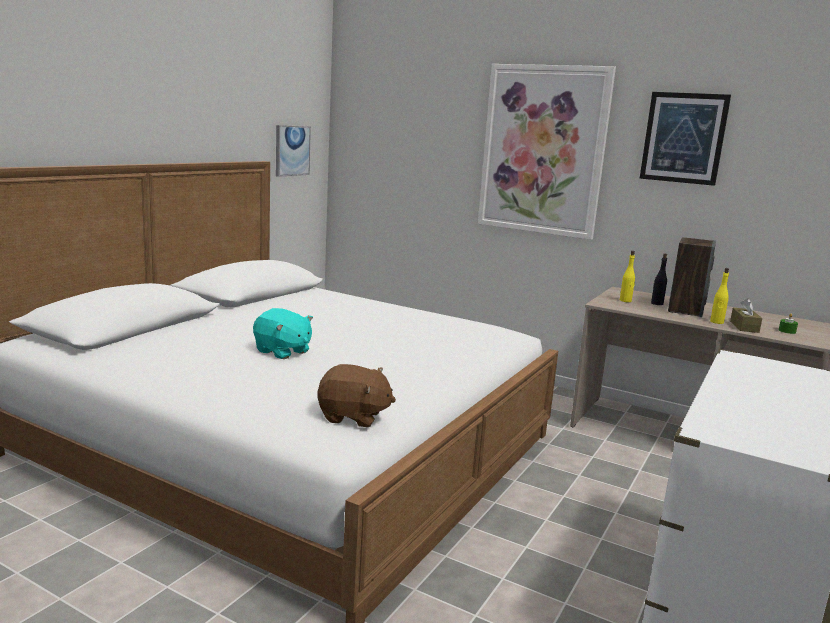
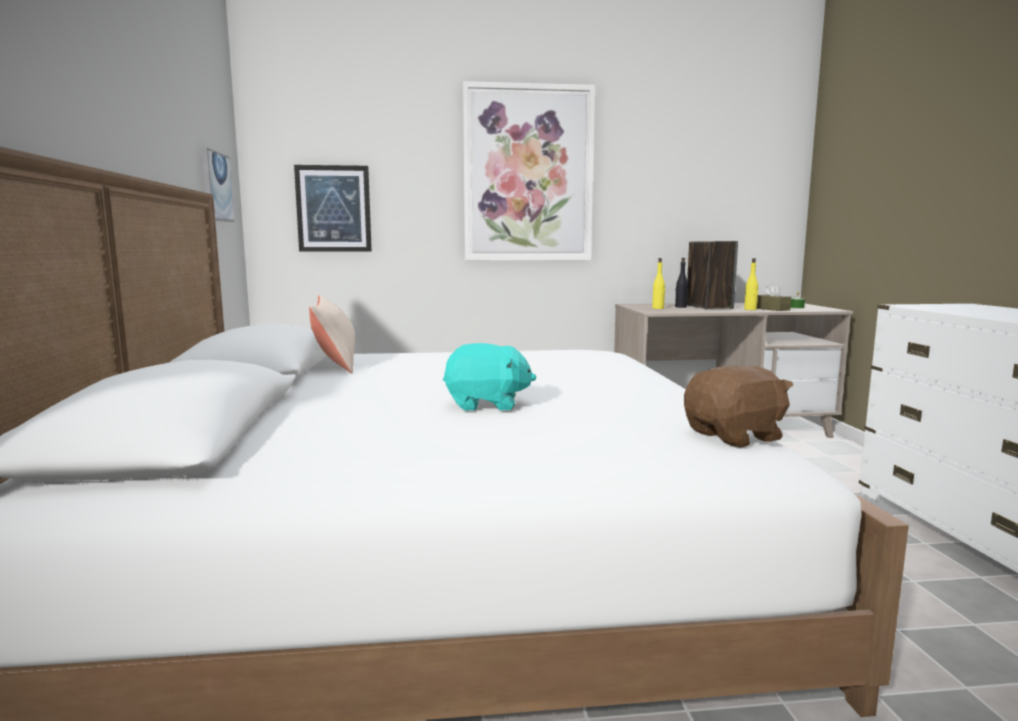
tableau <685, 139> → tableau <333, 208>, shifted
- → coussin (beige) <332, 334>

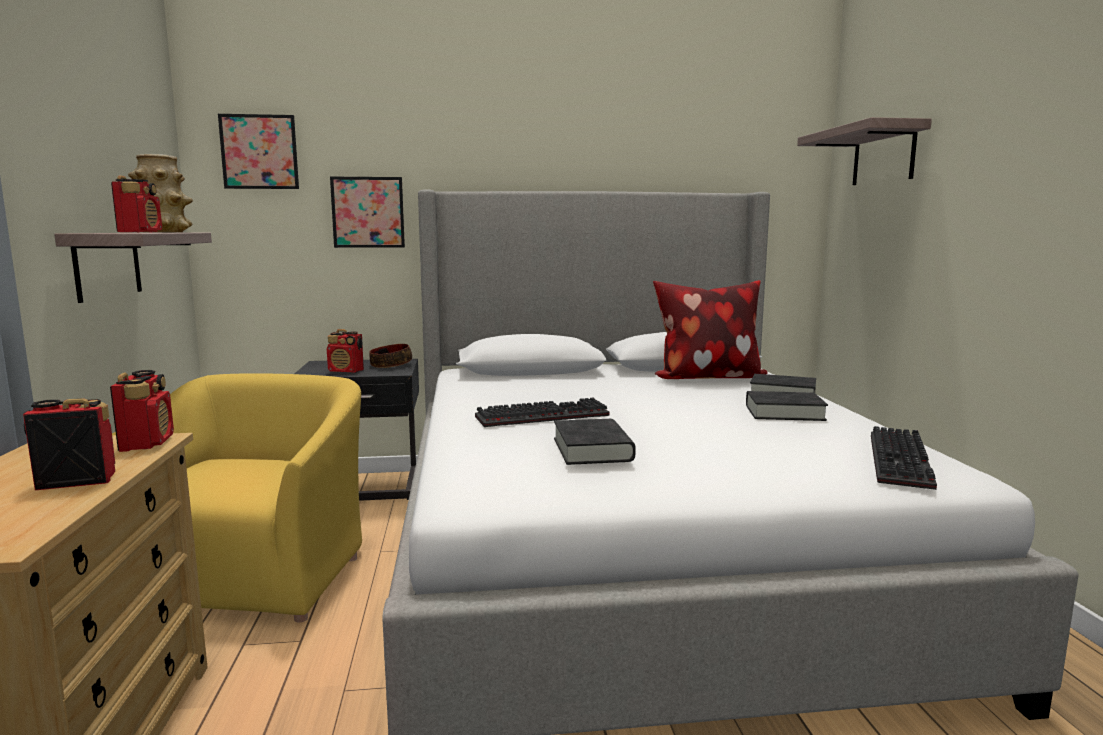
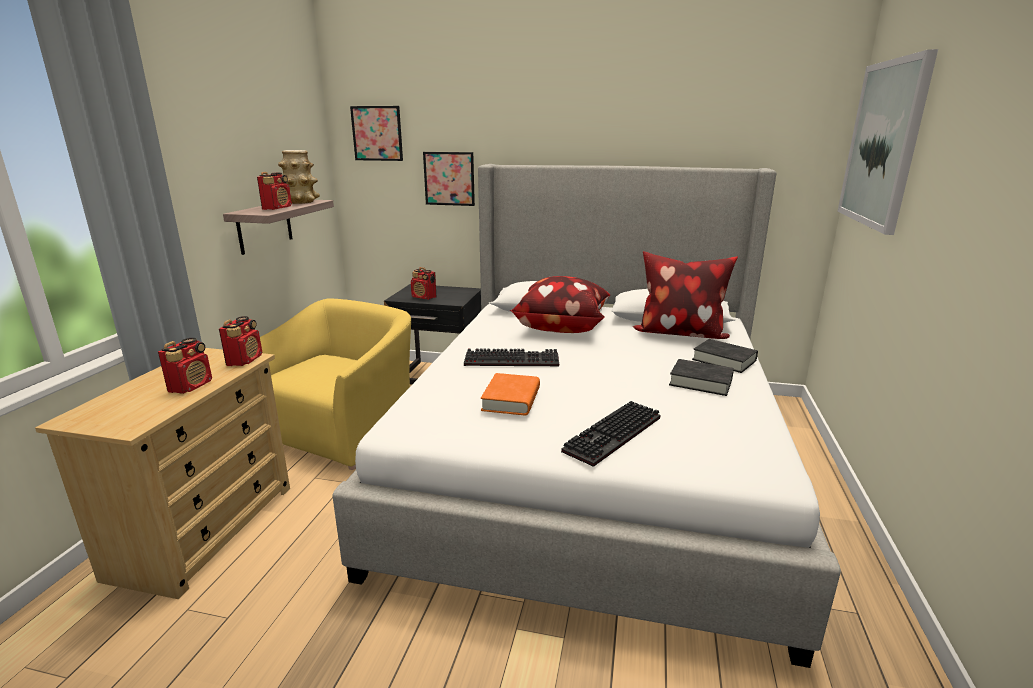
radio <69, 444> → radio <185, 366>, 105 degrees clockwise
livre (noir) <595, 442> → livre (orange) <510, 394>
- → coussin <560, 304>
clavier <904, 458> → clavier <610, 434>, shifted
étagère <864, 151> → tableau <887, 142>
bol <391, 356> → -

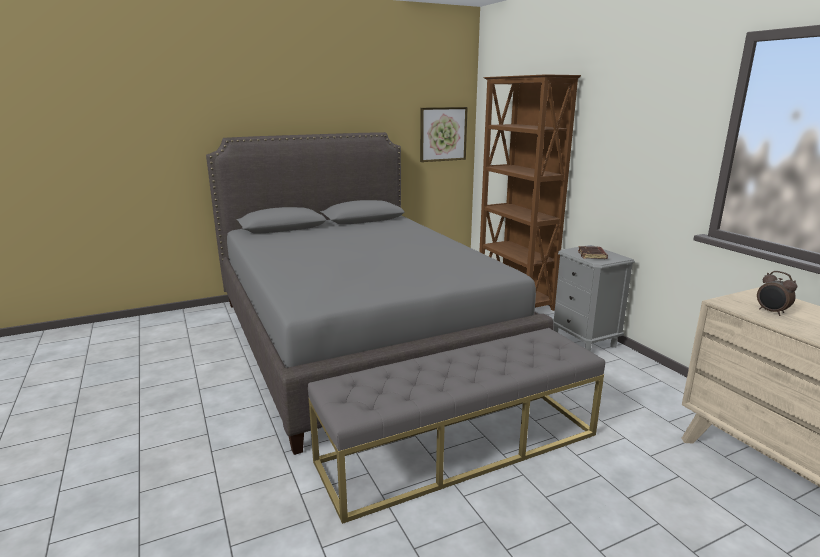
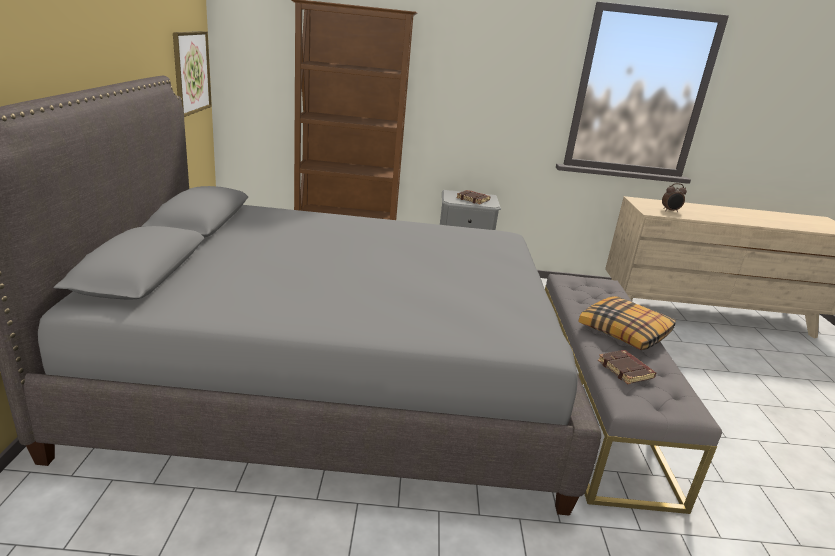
- → coussin <627, 323>
- → livre (marron) <627, 367>

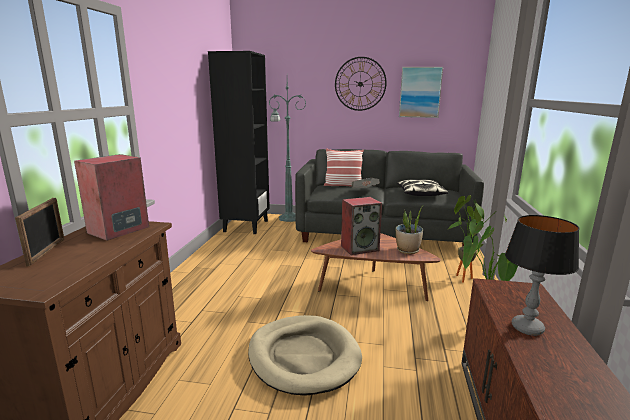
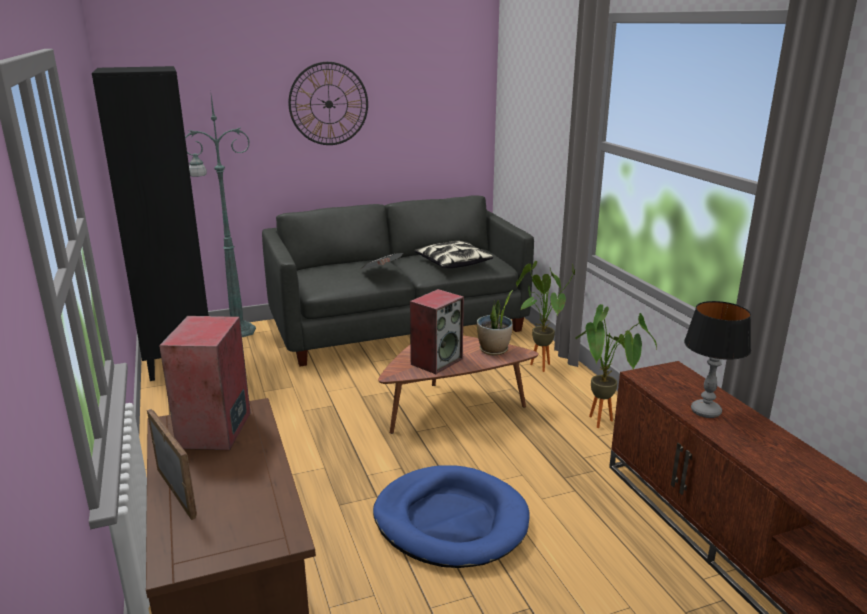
panier pour chien (beige) <305, 355> → panier pour chien (bleu) <451, 517>
coussin <344, 167> → -
tableau <421, 92> → -

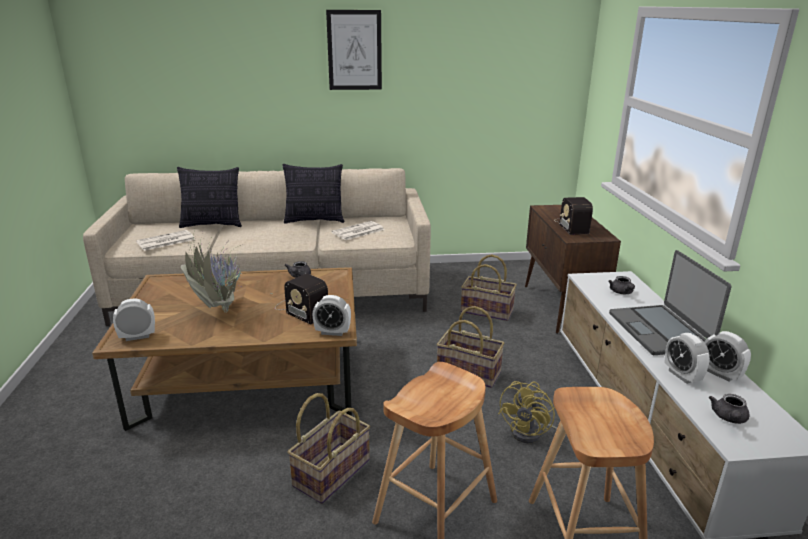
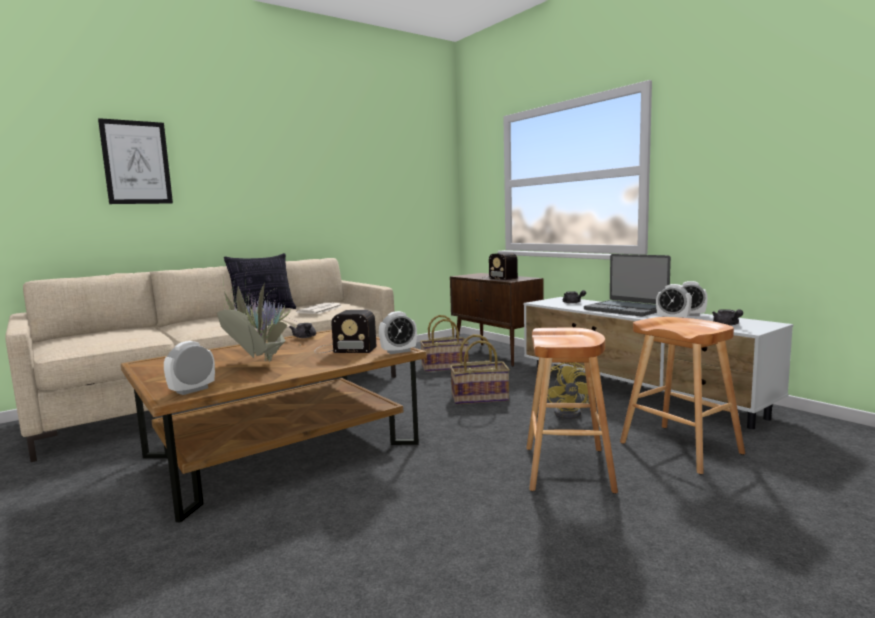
tableau <354, 50> → tableau <135, 161>, shifted
journal <165, 240> → -
coussin <209, 197> → -
panier <329, 448> → -

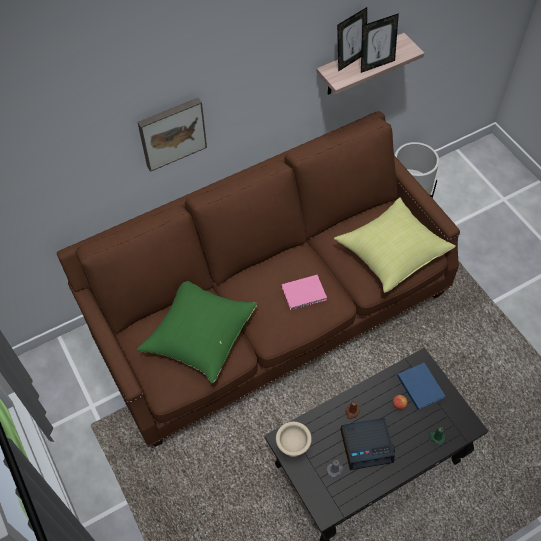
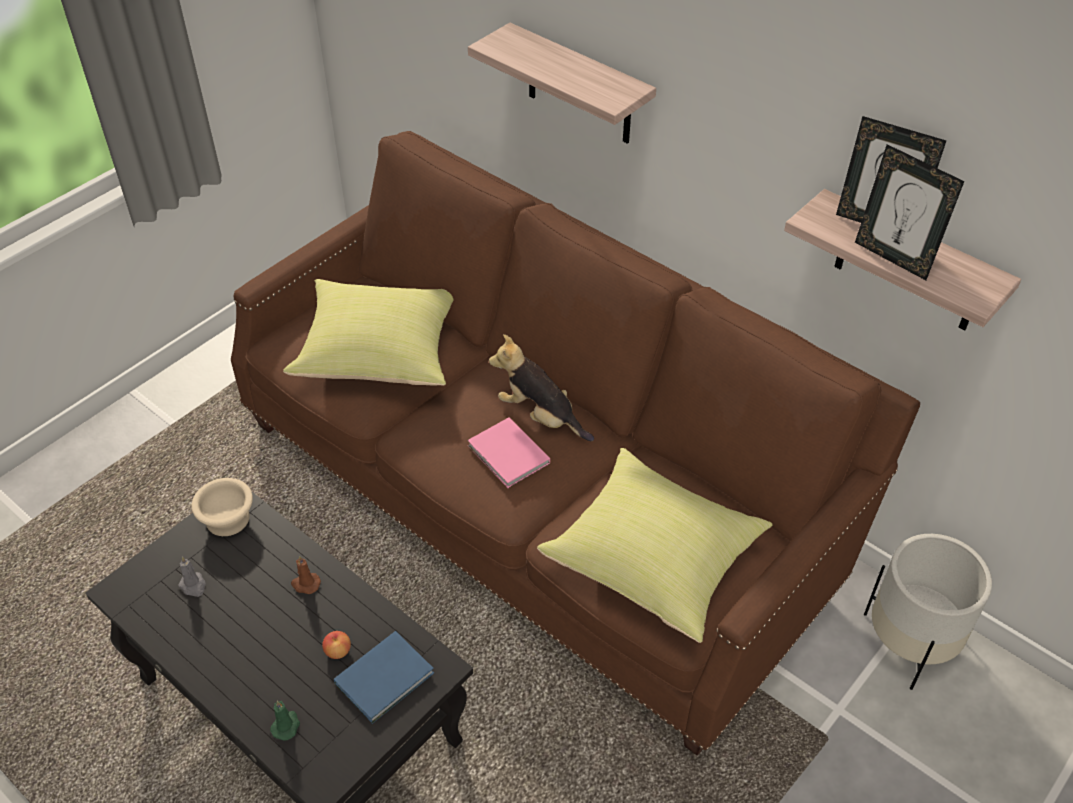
coussin (vert) <197, 332> → coussin (jaune) <368, 332>
tableau <172, 135> → étagère <562, 83>
- → peluche <541, 387>
réveil <367, 444> → -

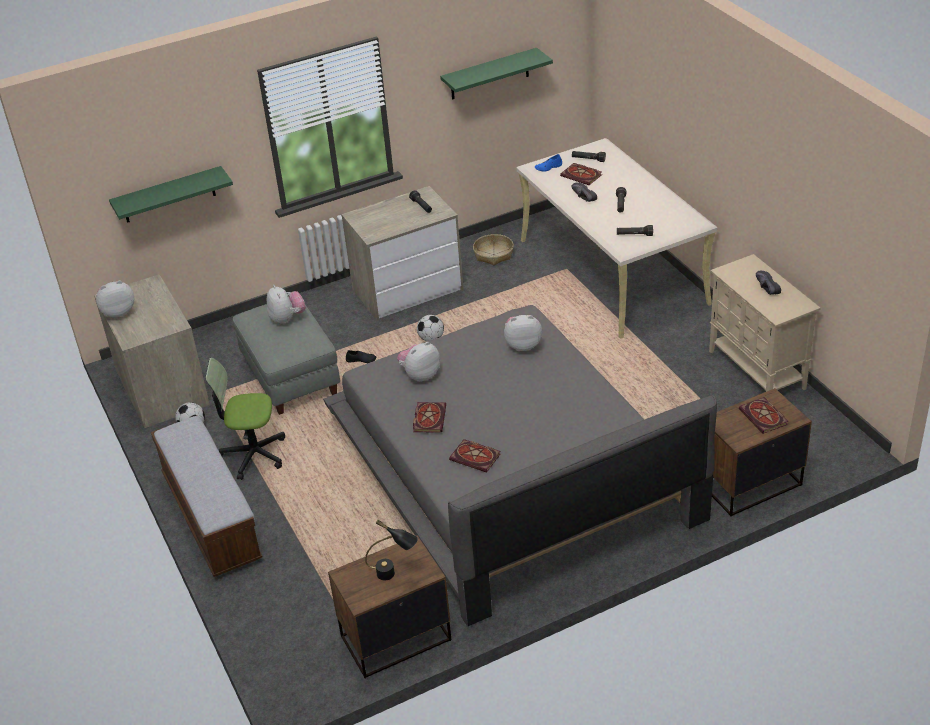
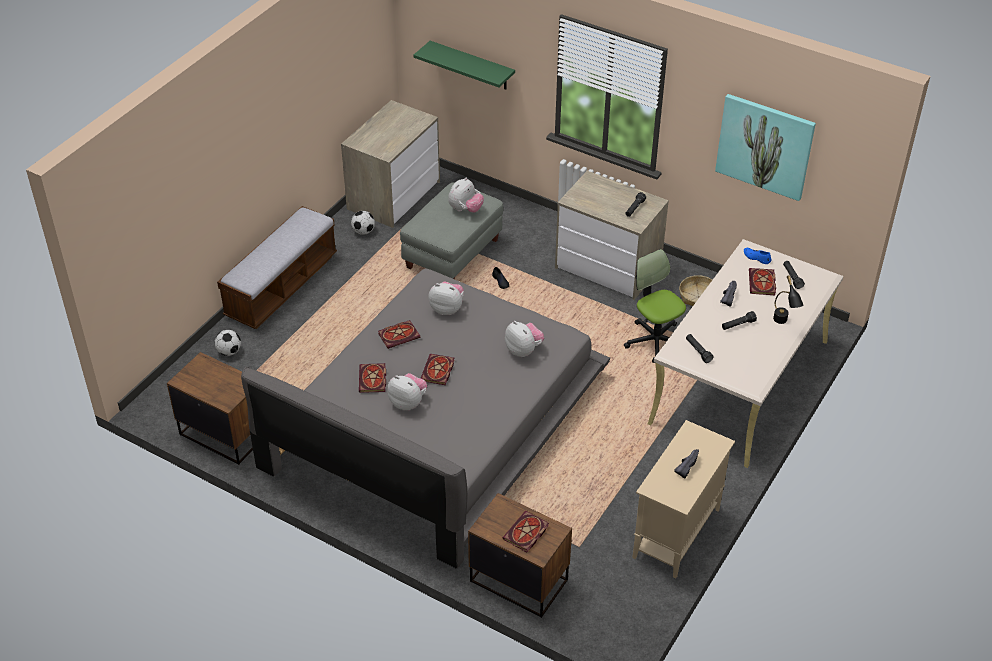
ballon de foot <430, 328> → ballon de foot <227, 343>, shifted
peluche <115, 299> → peluche <407, 391>, shifted
- → livre <437, 369>
chaise de bureau <245, 419> → chaise de bureau <655, 306>, shifted
étagère (vert) <496, 74> → tableau <765, 147>
lampe de table (noir) <391, 550> → lampe de table (noir) <788, 299>, shifted

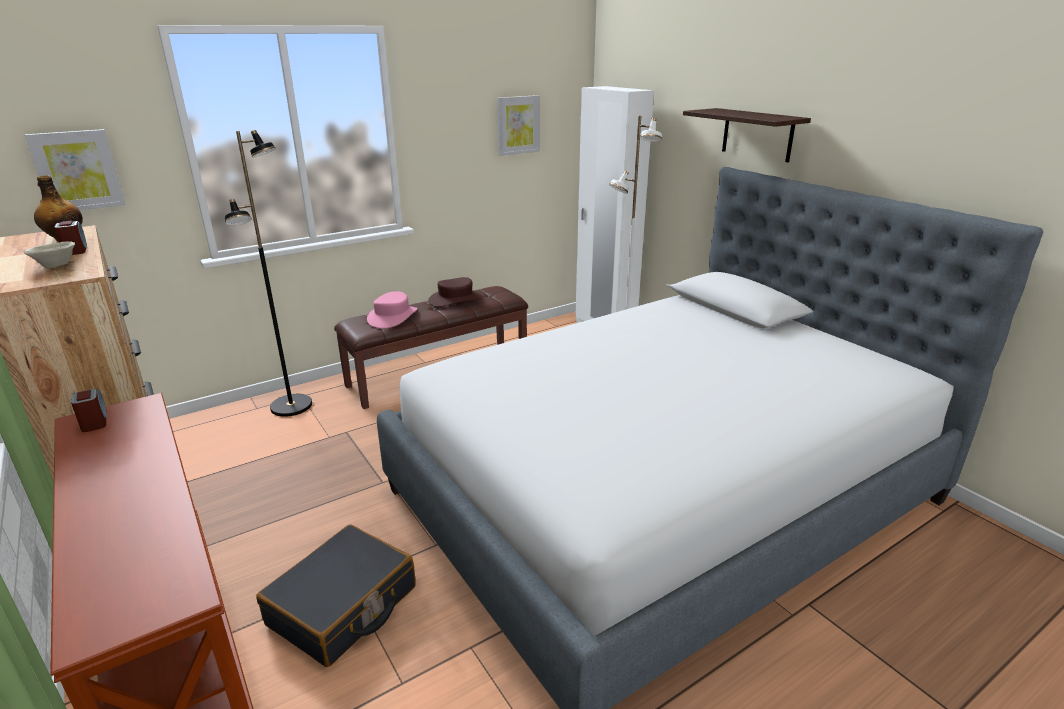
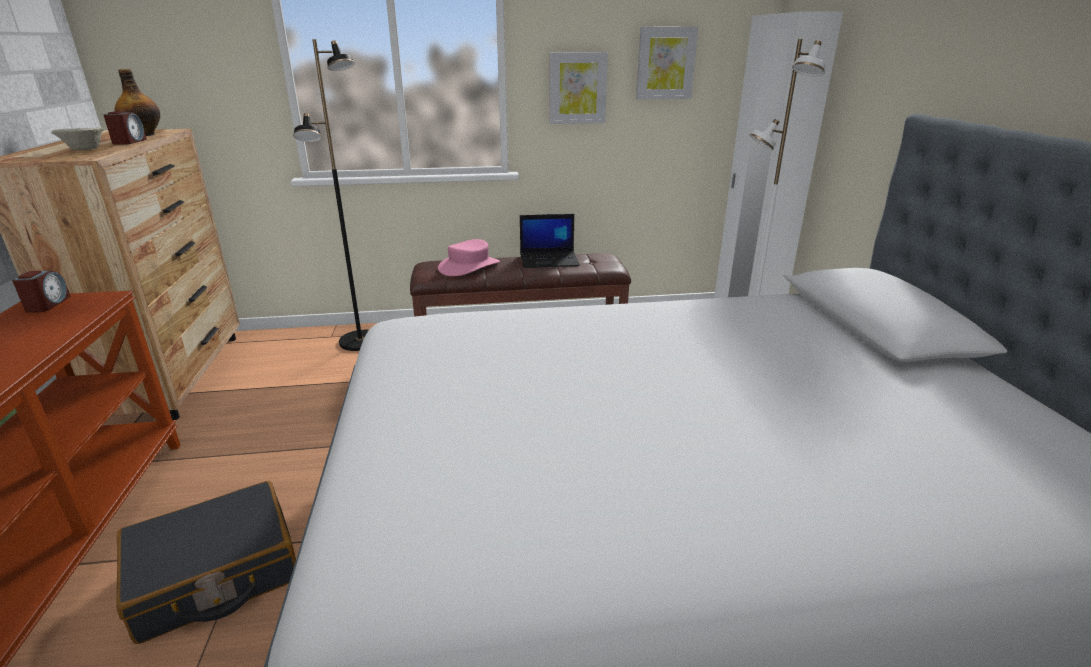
chapeau (marron) <455, 292> → ordinateur portable <550, 241>
tableau <75, 169> → tableau <578, 88>, shifted
étagère <747, 135> → -

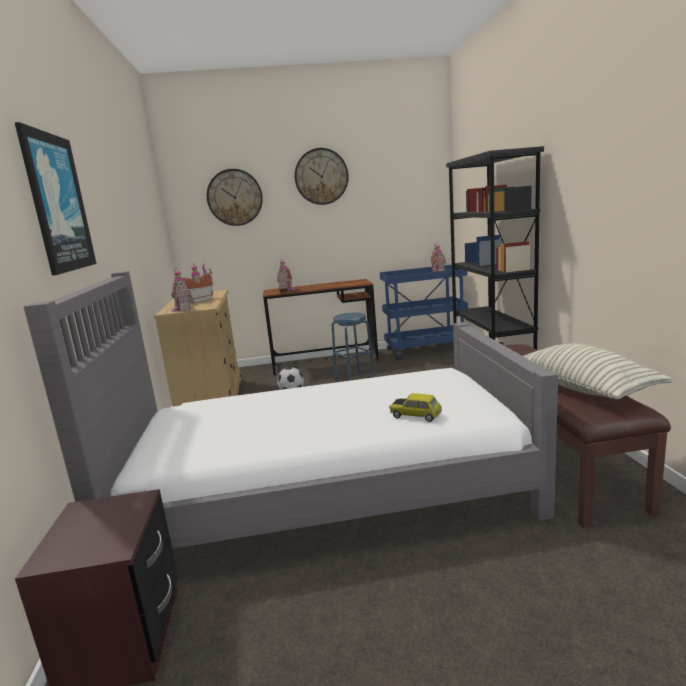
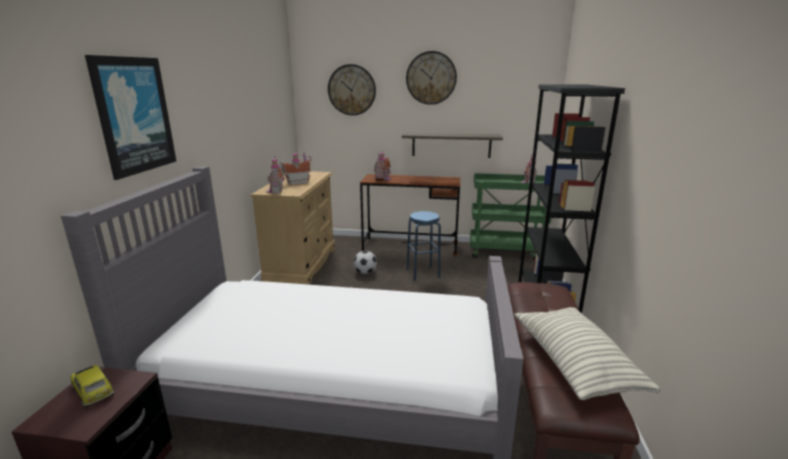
petite voiture <415, 407> → petite voiture <92, 386>, shifted
- → étagère <452, 145>
chariot (bleu) <424, 312> → chariot (vert) <510, 217>

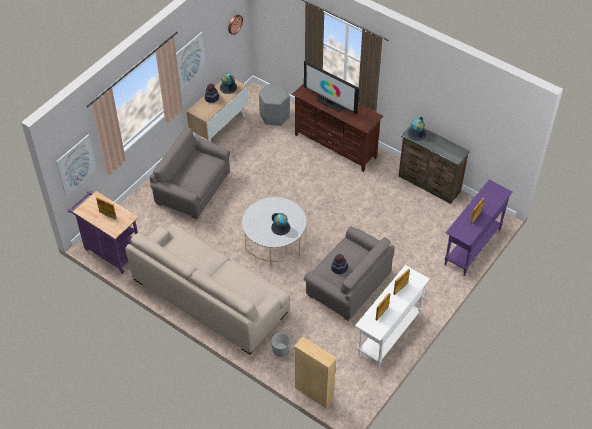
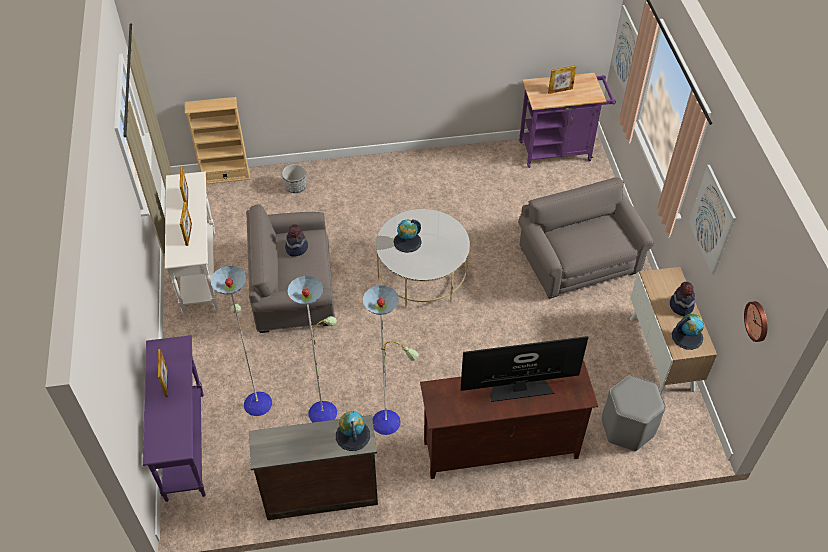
- → lampadaire <315, 350>
fauteuil (gris) <190, 173> → fauteuil (gris) <586, 238>, 90 degrees counterclockwise
canapé (beige) <207, 289> → -

